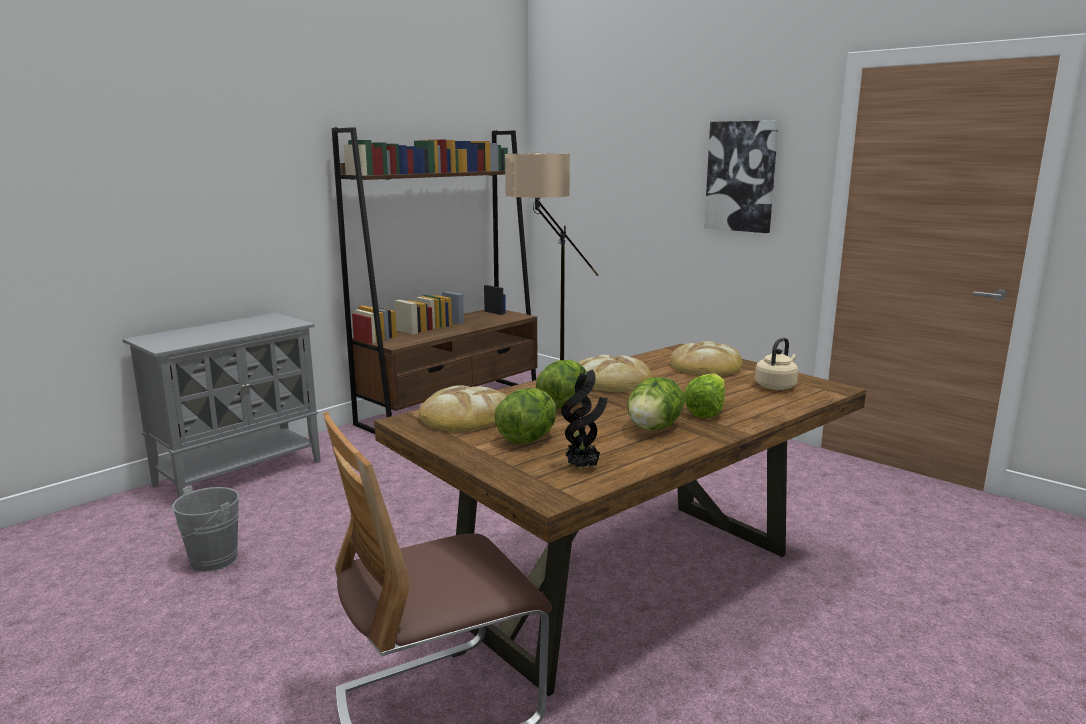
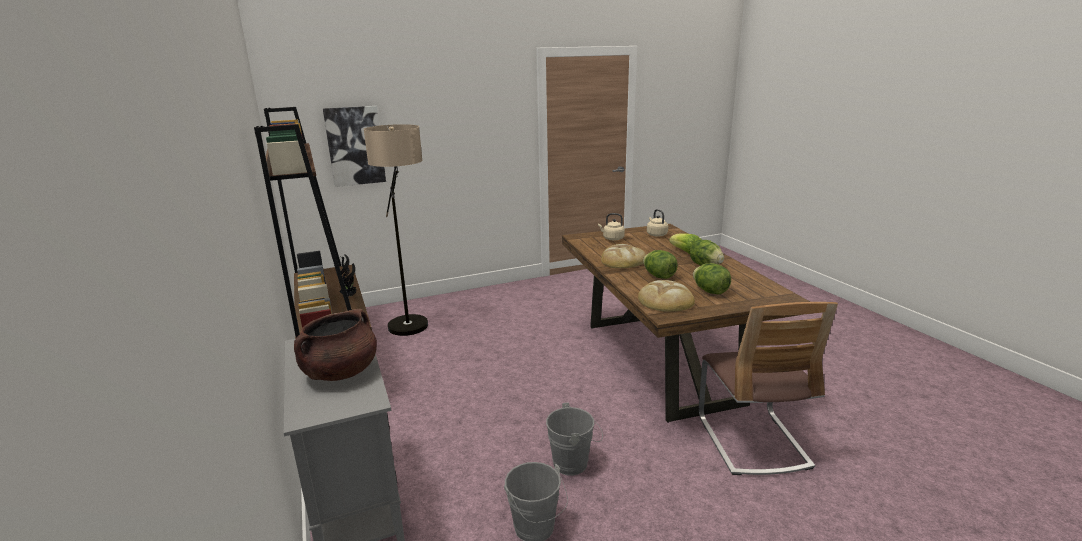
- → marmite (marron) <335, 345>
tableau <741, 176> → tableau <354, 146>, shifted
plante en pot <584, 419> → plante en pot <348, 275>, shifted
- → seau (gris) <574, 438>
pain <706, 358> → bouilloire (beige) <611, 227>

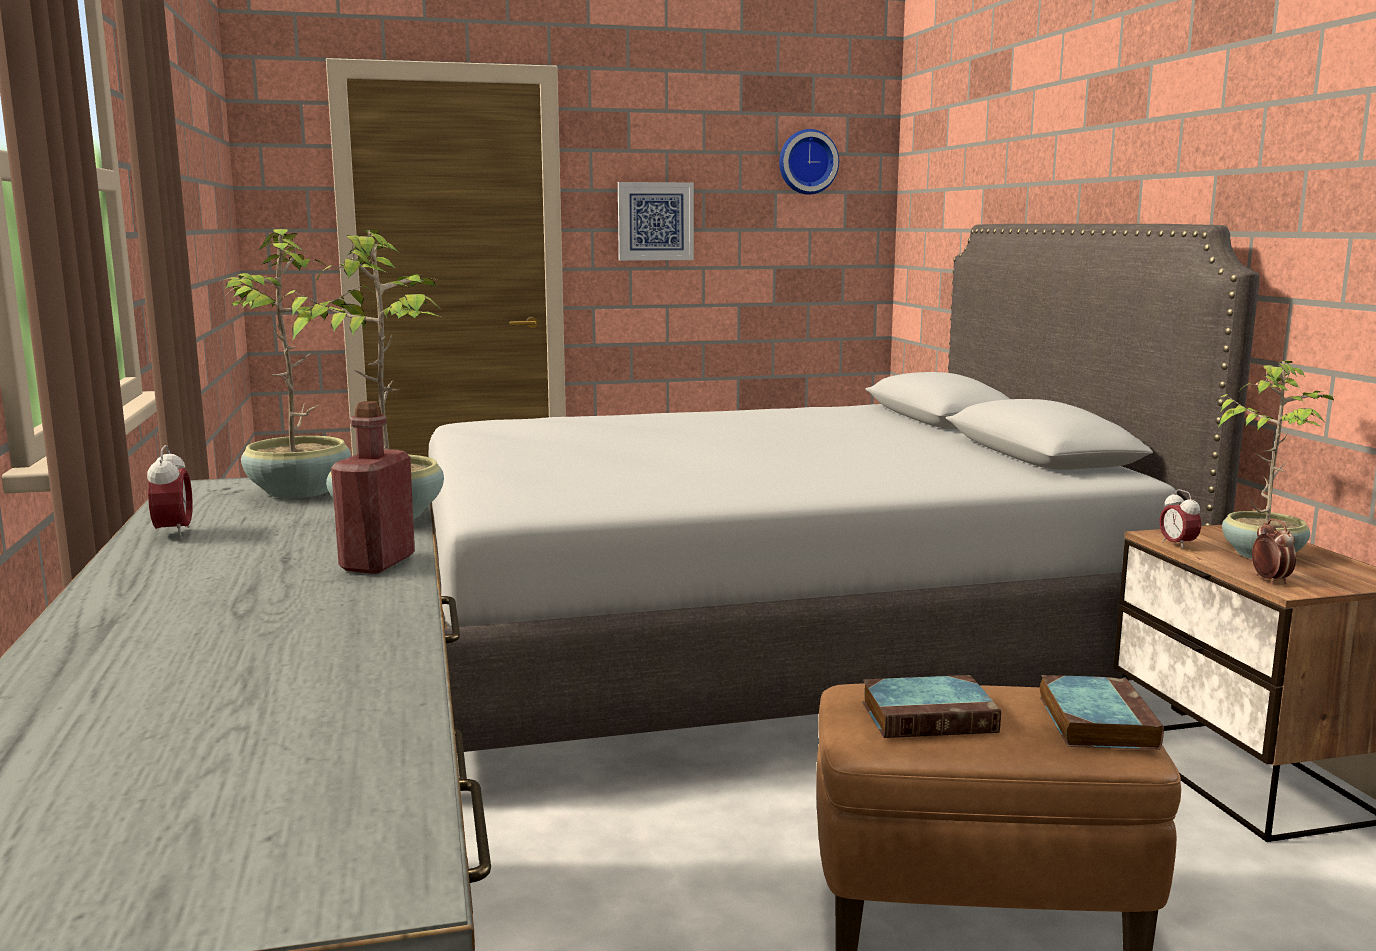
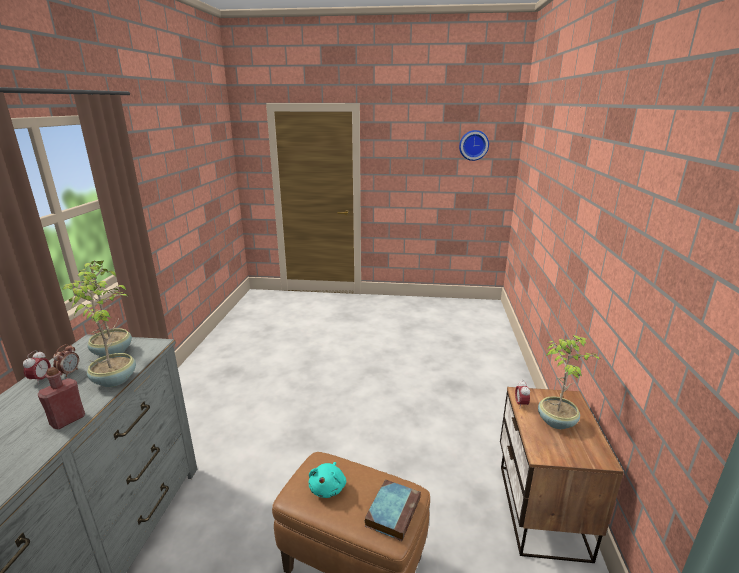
réveil <1274, 551> → réveil <66, 360>, shifted
livre <931, 706> → peluche (turquoise) <327, 480>
lit (gris) <844, 488> → -
tableau <656, 221> → -

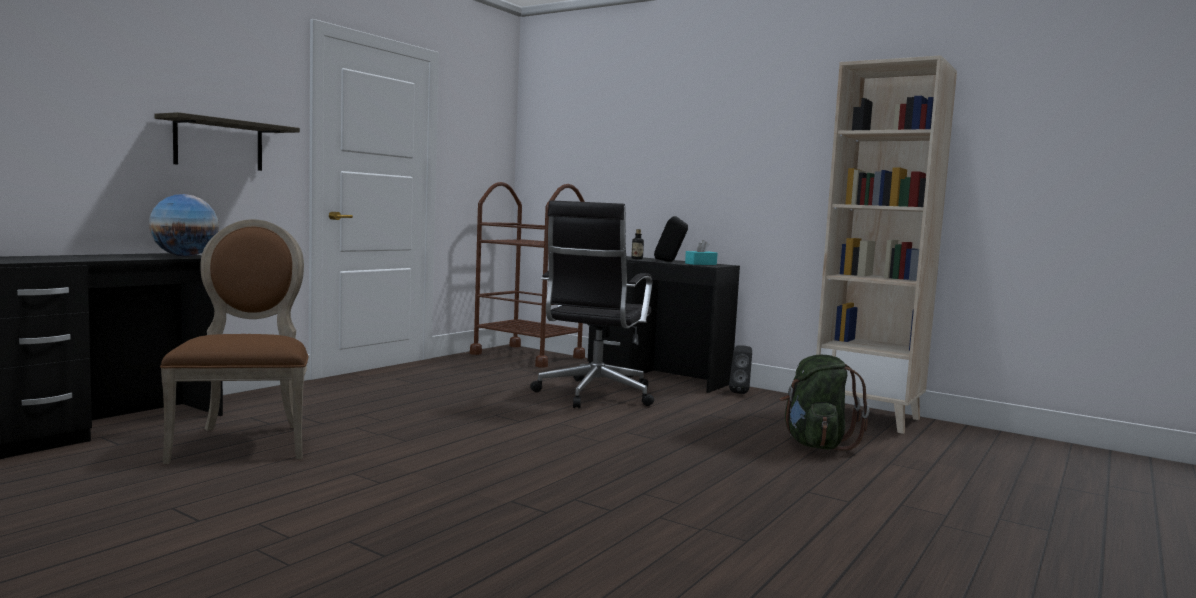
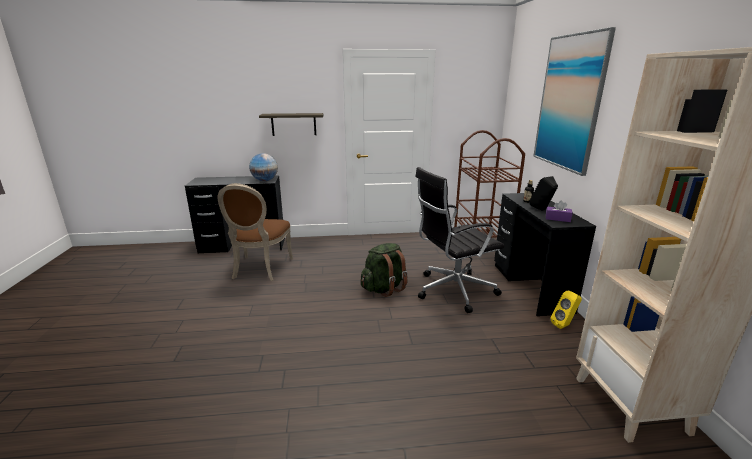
chaise (marron) <234, 341> → chaise (marron) <255, 232>, 150 degrees clockwise
sac à dos (vert) <824, 403> → sac à dos (vert) <384, 270>, shifted
- → tableau <574, 101>
boîte à mouchoirs (turquoise) <701, 252> → boîte à mouchoirs (violet) <559, 211>
enceinte (noir) <740, 369> → enceinte (jaune) <566, 309>

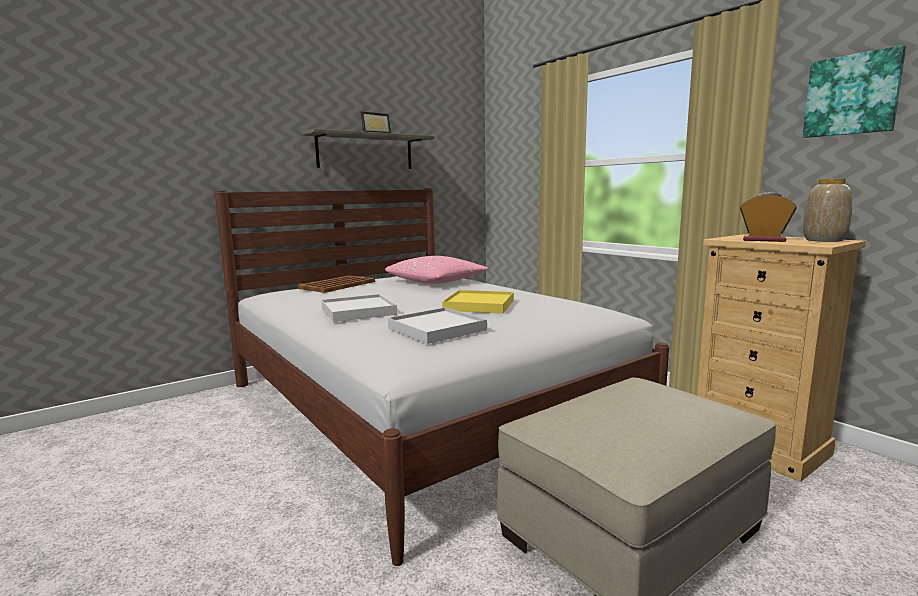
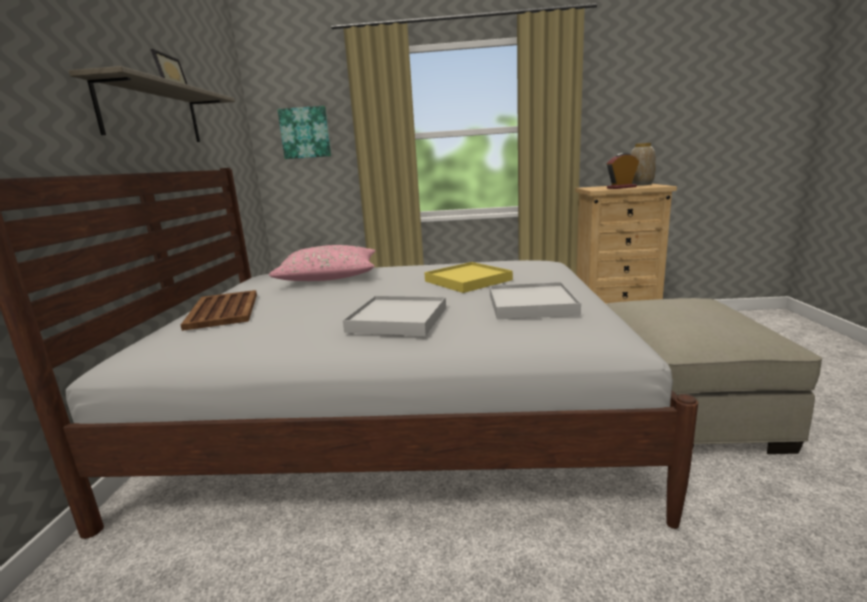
tableau <854, 91> → tableau <304, 132>, shifted

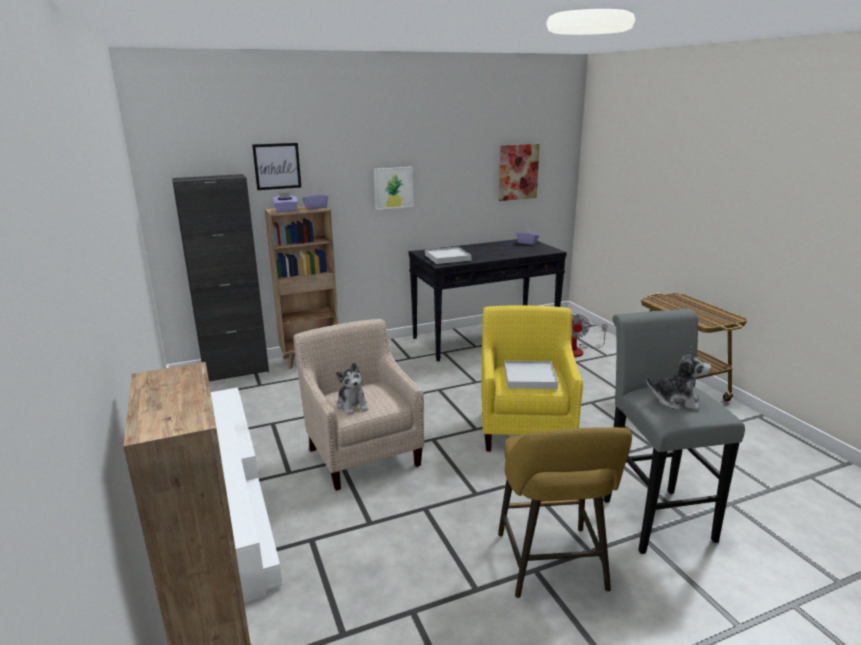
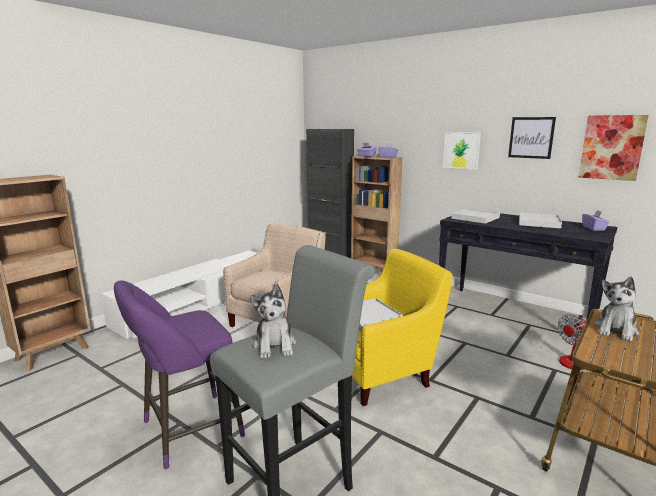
tabouret (jaune) <565, 512> → tabouret (violet) <179, 375>
tableau <276, 166> → tableau <532, 138>, shifted
- → plateau (blanc) <540, 220>
peluche <352, 389> → peluche <617, 309>, shifted

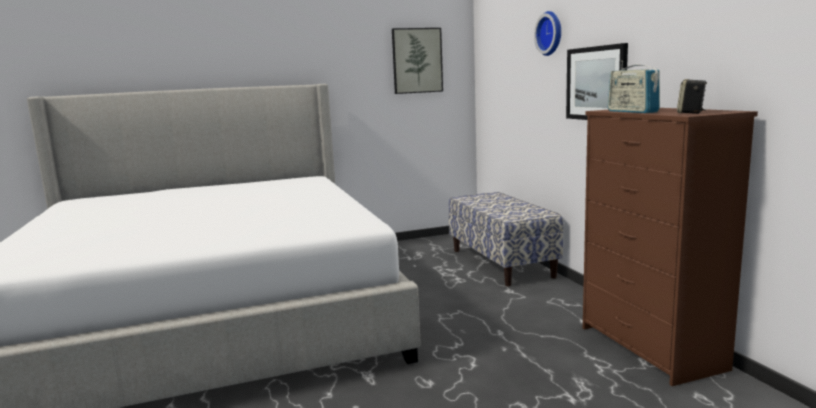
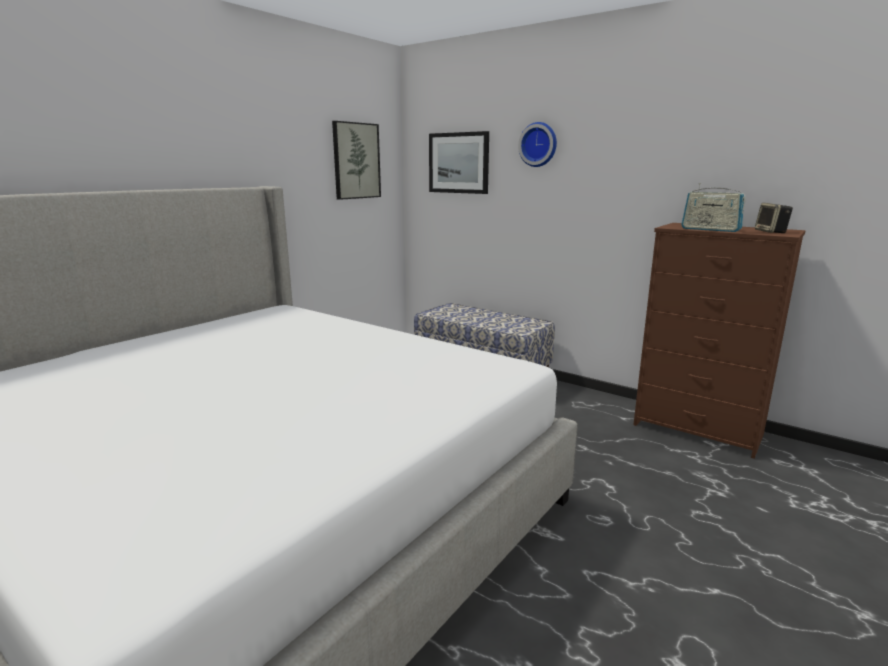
tableau <597, 81> → tableau <459, 162>, shifted

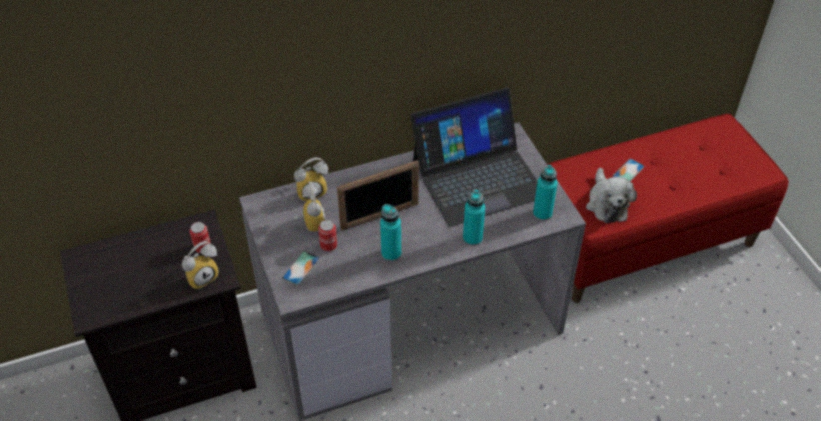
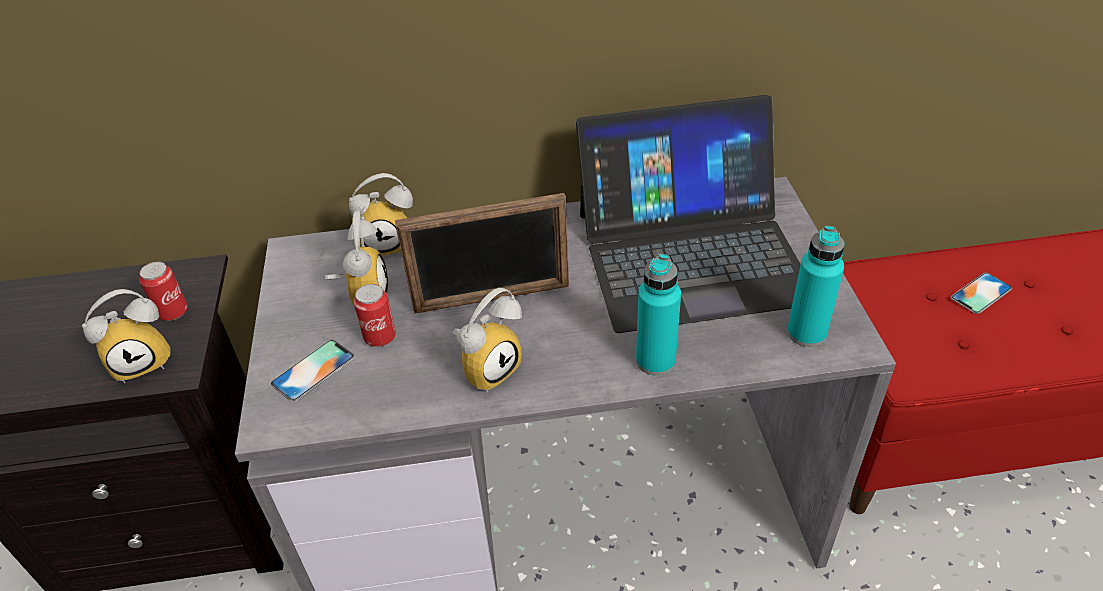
bouteille (turquoise) <390, 233> → réveil <487, 340>
peluche <611, 195> → -

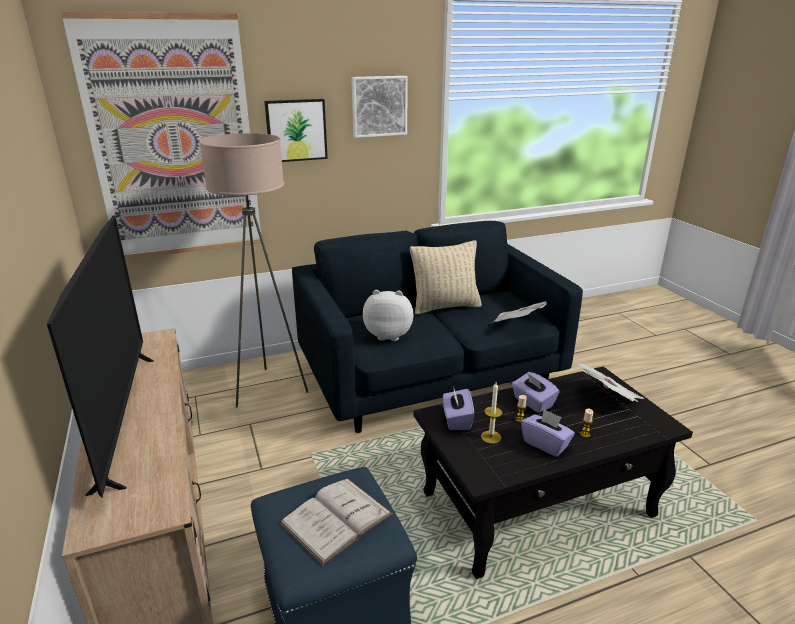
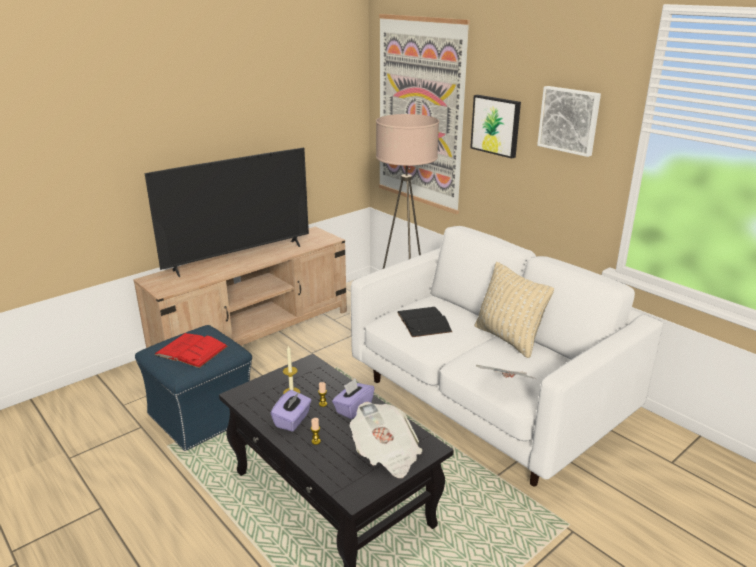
livre (blanc) <336, 522> → livre (rouge) <191, 350>
canapé (bleu) <437, 327> → canapé (blanc) <507, 356>
peluche <388, 315> → livre (noir) <424, 322>
boîte à mouchoirs (violet) <458, 409> → -

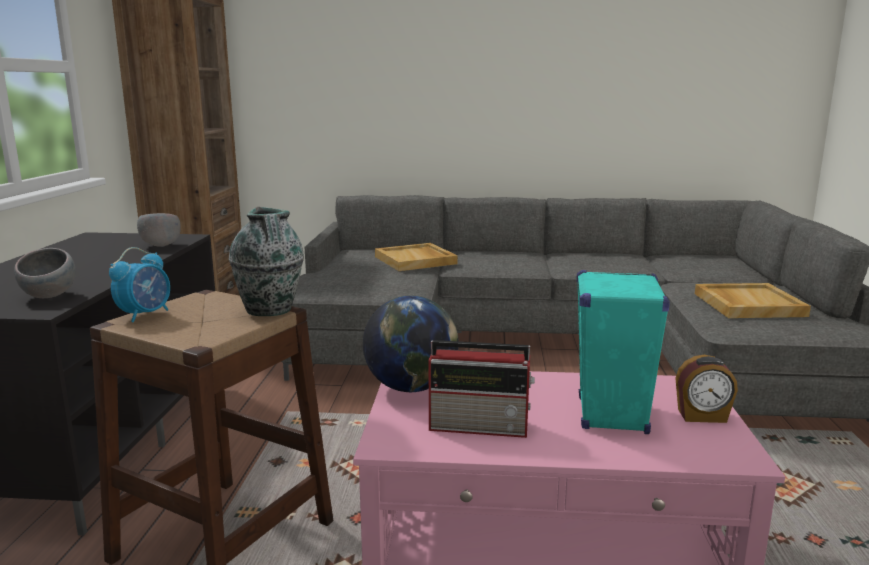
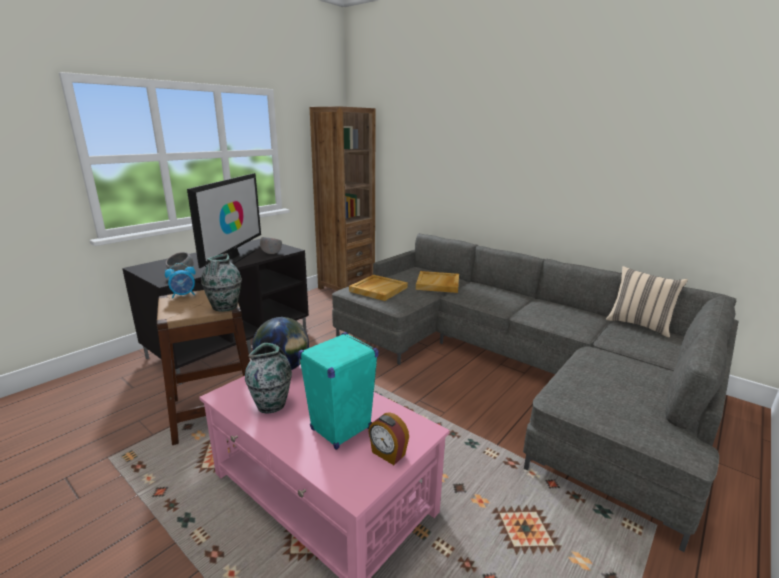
- → téléviseur <224, 220>
radio <482, 389> → vase <268, 378>
plateau (beige) <753, 300> → plateau (beige) <378, 288>, shifted
- → coussin (beige) <647, 302>

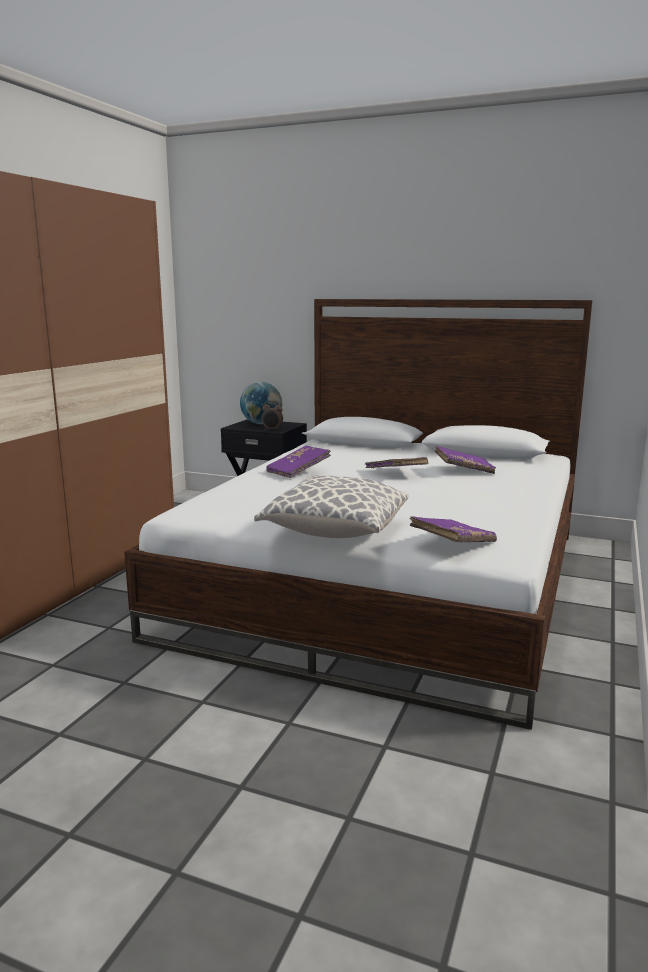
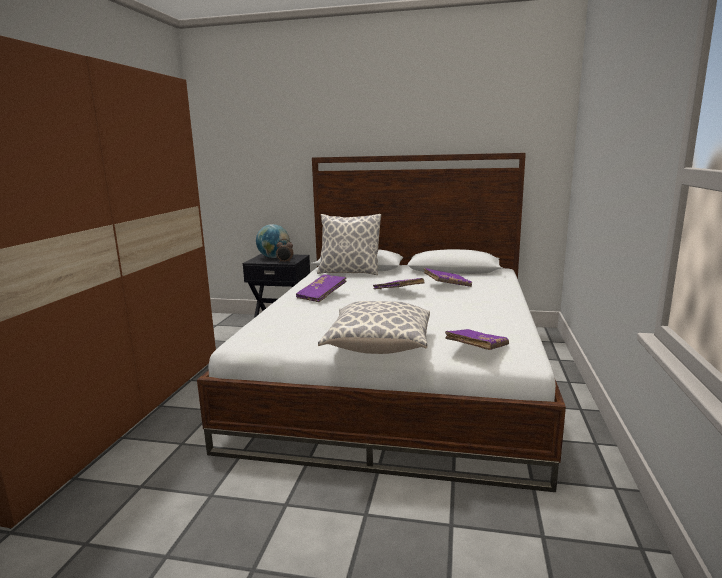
- → coussin <349, 244>

